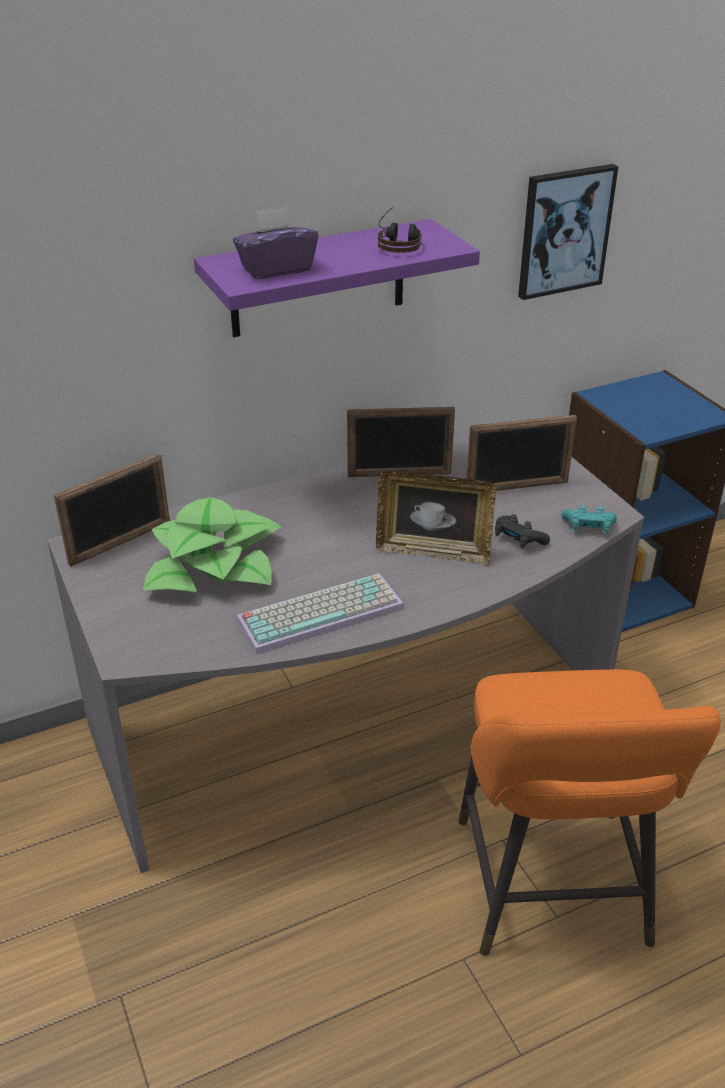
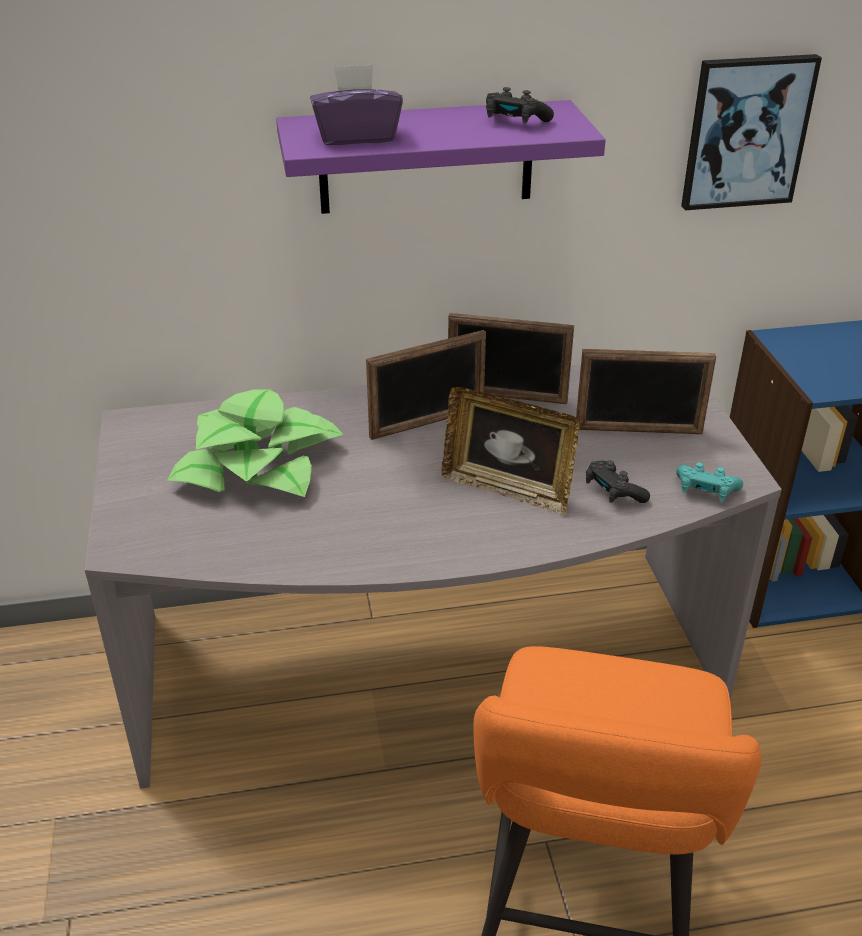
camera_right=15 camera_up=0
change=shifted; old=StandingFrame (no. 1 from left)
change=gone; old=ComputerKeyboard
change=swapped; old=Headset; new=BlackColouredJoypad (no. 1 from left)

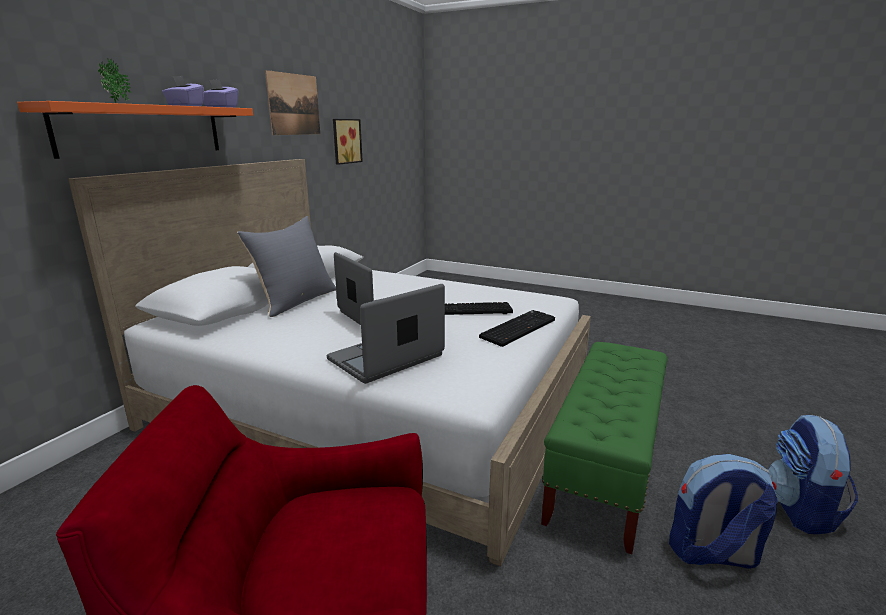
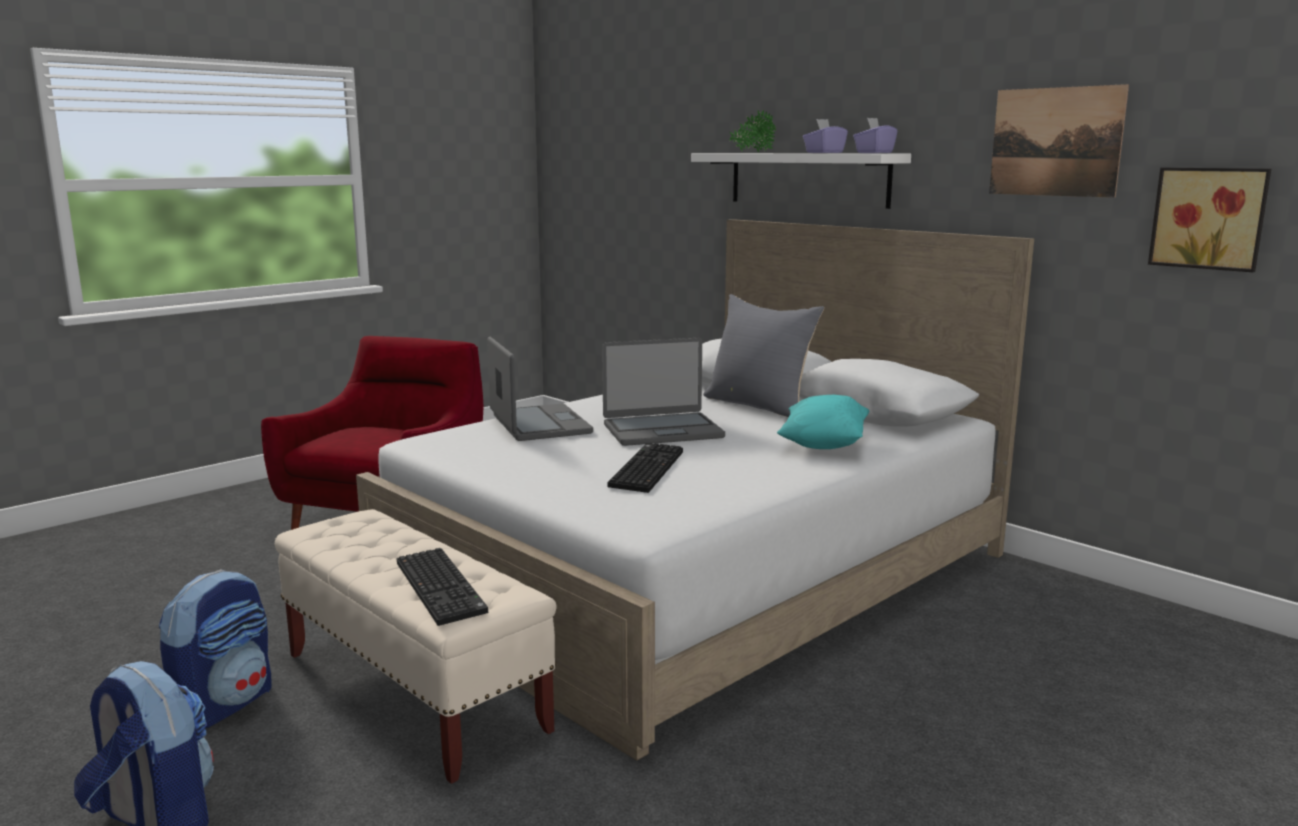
camera_right=110 camera_up=-5
change=repainted; old=OrangeColouredWallShelf; new=WhiteWallShelf
change=shifted; old=ComputerKeyboard (no. 2 from left in the first image); new=ComputerKeyboard (no. 1 from left)
change=repainted; old=GreenishIndoorBench; new=SandColouredIndoorBench
change=new; new=TurquoiseColouredCushion

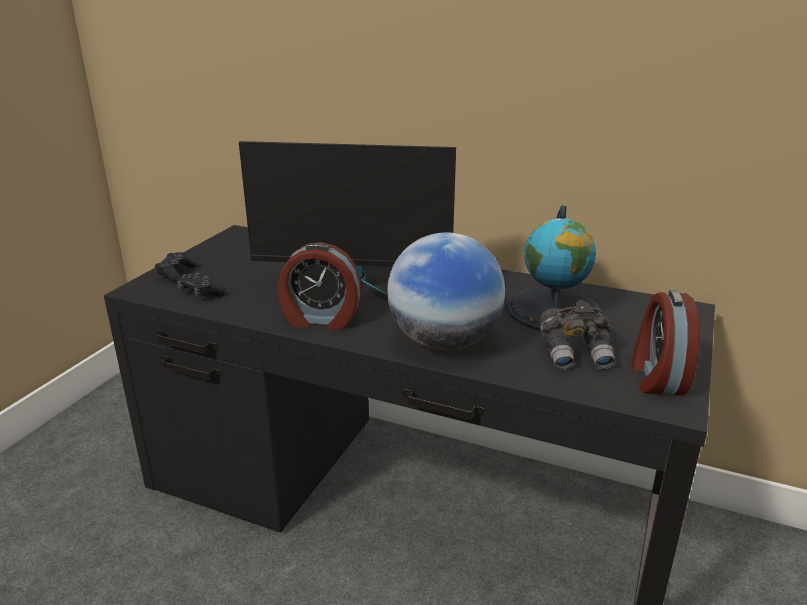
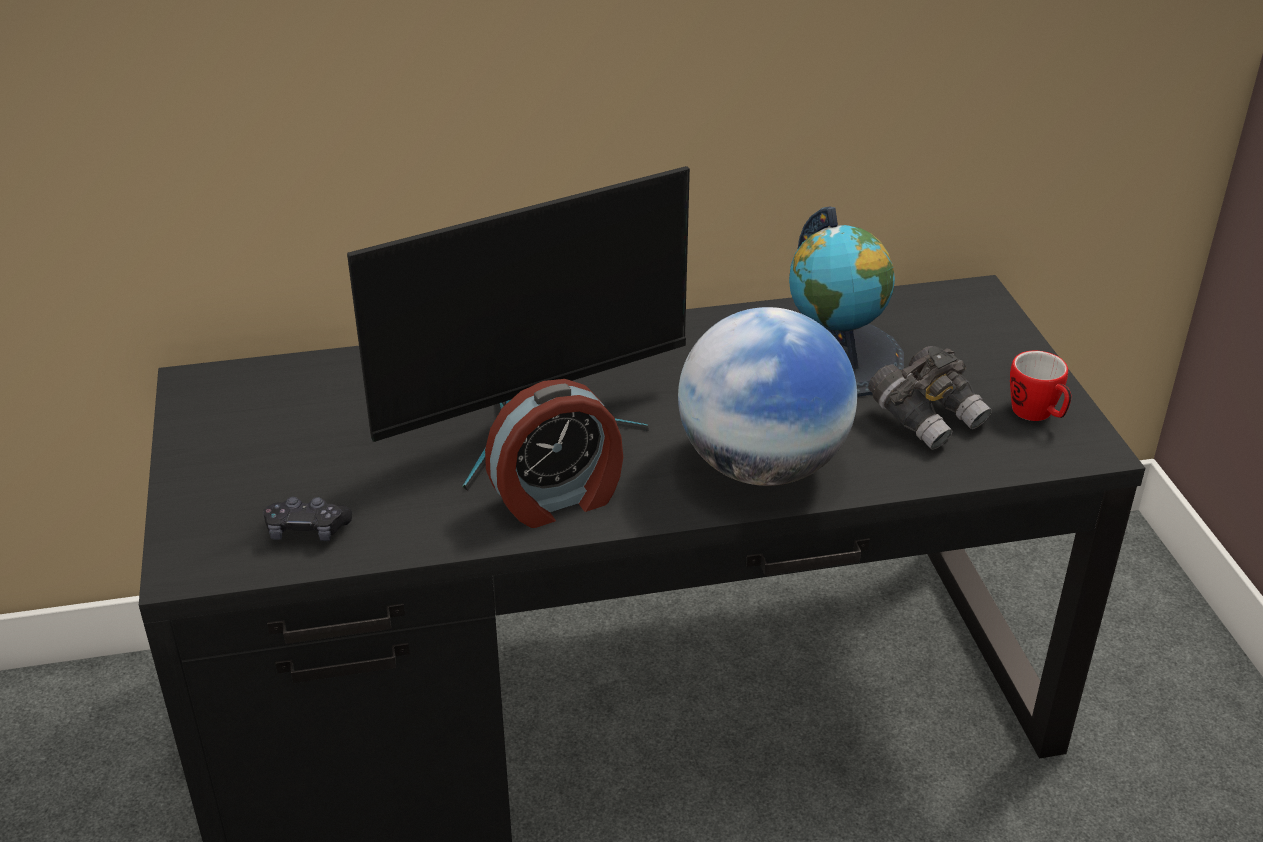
camera_right=-35 camera_up=10
change=gone; old=BlackColouredJoypad (no. 1 from left)
change=swapped; old=AlarmClock (no. 2 from left); new=TeaMug

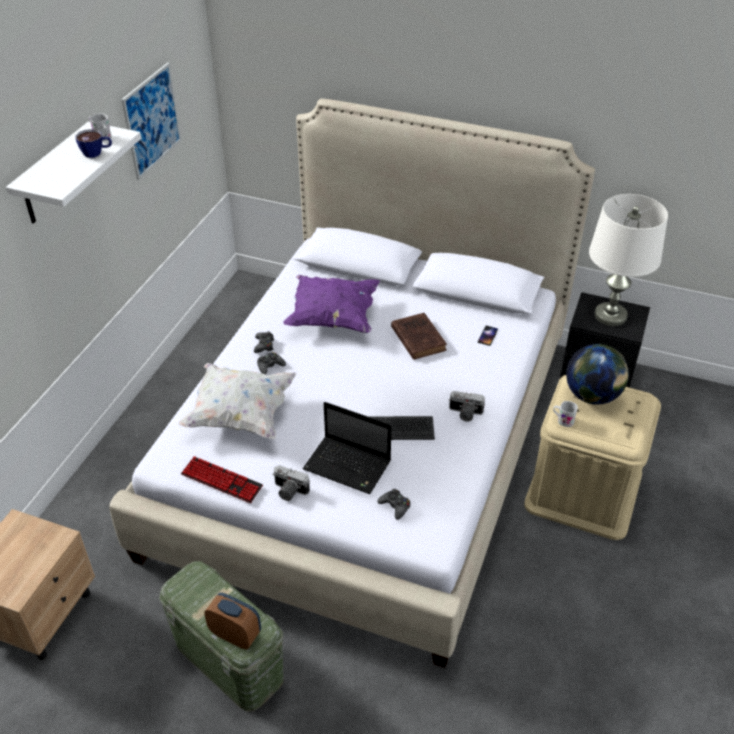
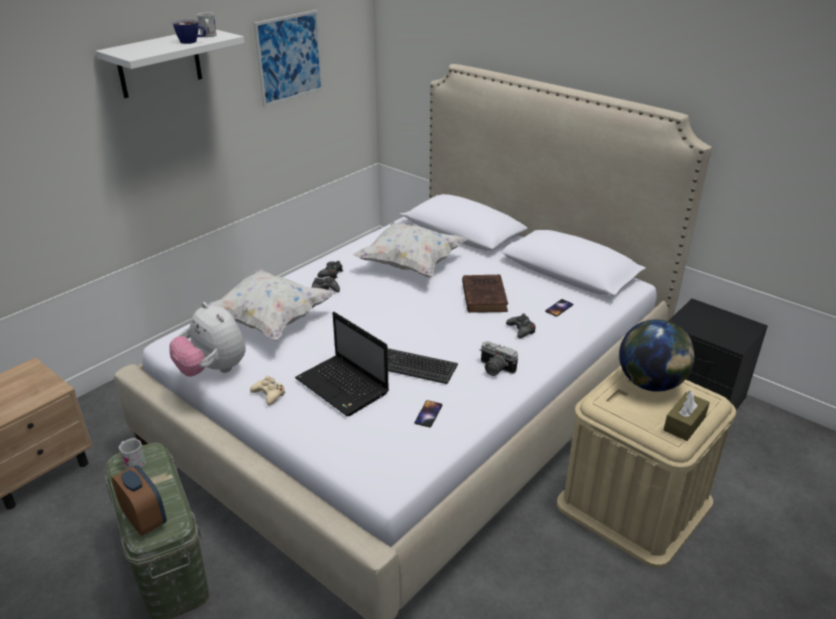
camera_right=20 camera_up=-10
change=swapped; old=ComputerKeyboard (no. 1 from left); new=CuddlyToy
change=swapped; old=PhotoCamera (no. 1 from left); new=SandColouredJoypad
change=repainted; old=PurpleCushion; new=WhiteCushion (no. 2 from left)
change=shifted; old=BlackColouredJoypad (no. 3 from left)
change=shifted; old=WhiteTeaMug (no. 2 from left in the first image); new=WhiteTeaMug (no. 1 from left)
change=gone; old=WhiteLampForATable
change=new; new=Telephone (no. 1 from left)
change=new; new=BrownishTissueHolder

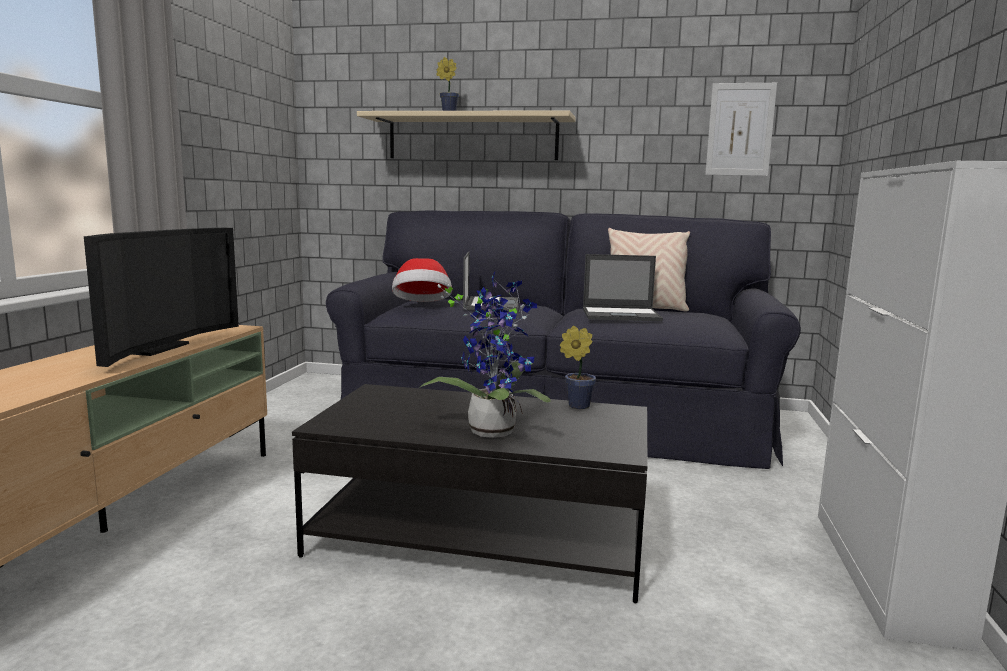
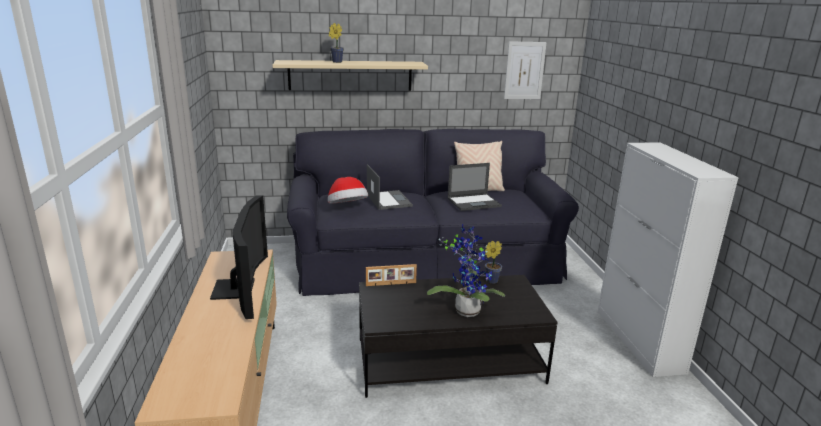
camera_right=-20 camera_up=10
change=new; new=StandingFrame

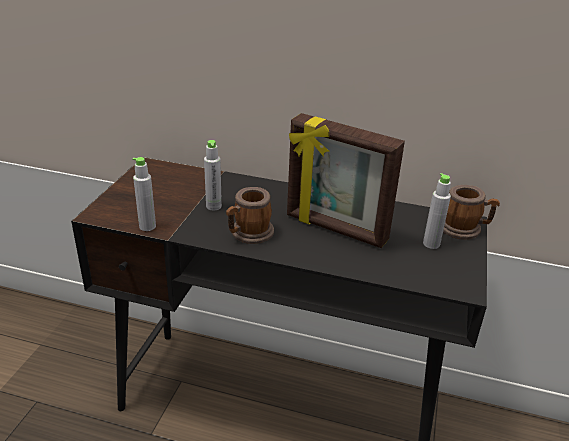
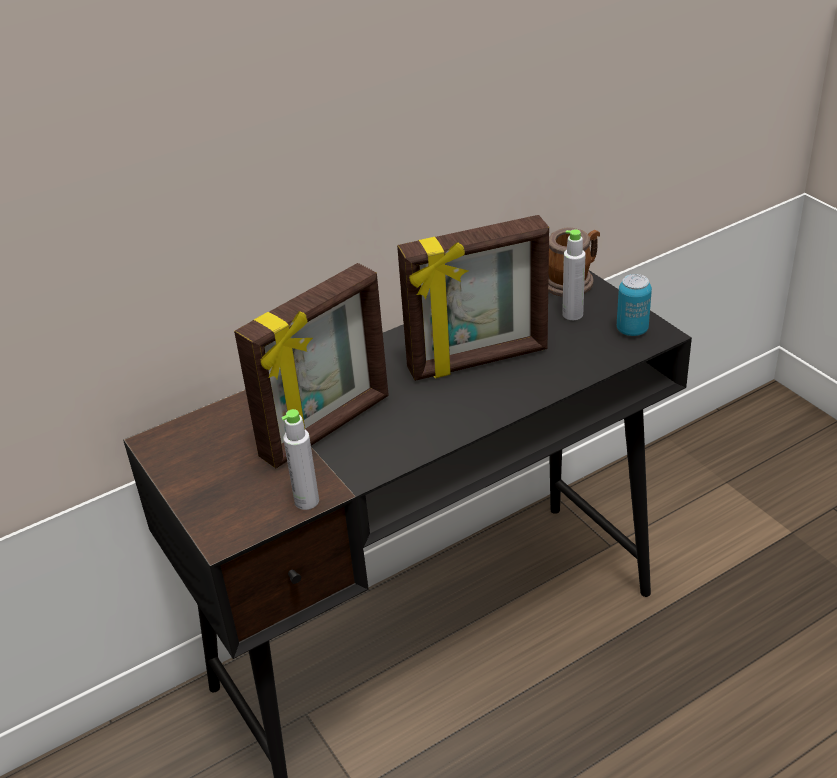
camera_right=-45 camera_up=5
change=swapped; old=GrayBeverageBottle (no. 2 from left); new=StandingFrame (no. 1 from left)
change=gone; old=TeaMug (no. 1 from left)
change=new; new=SealedCan

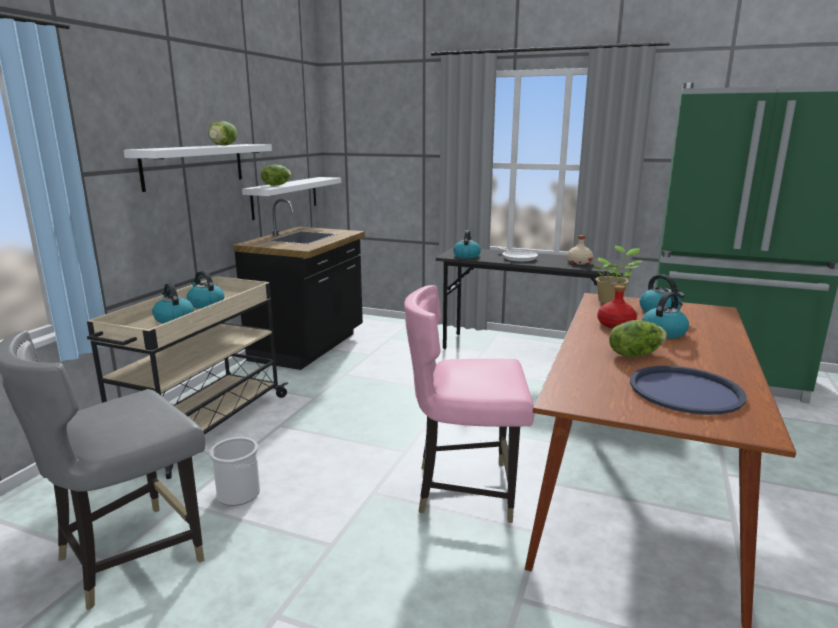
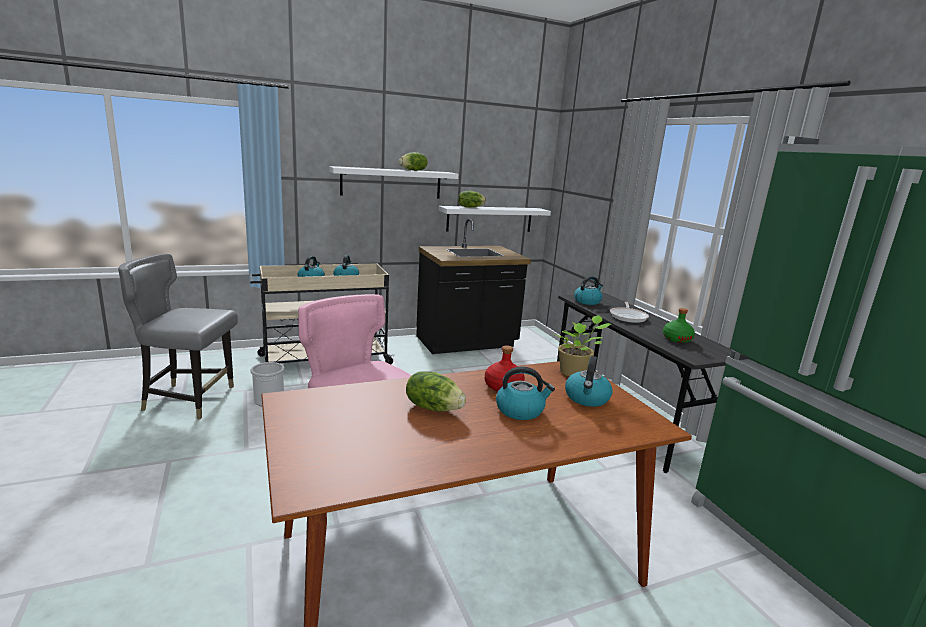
camera_right=45 camera_up=0
change=repainted; old=SandColouredBeverageBottle; new=GreenishBeverageBottle
change=gone; old=BluishCarryingTray

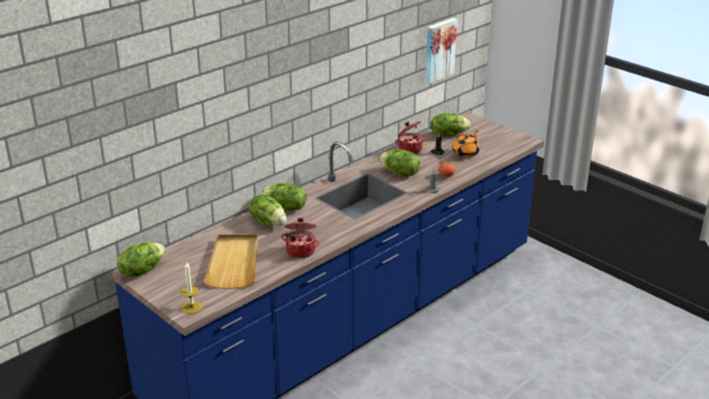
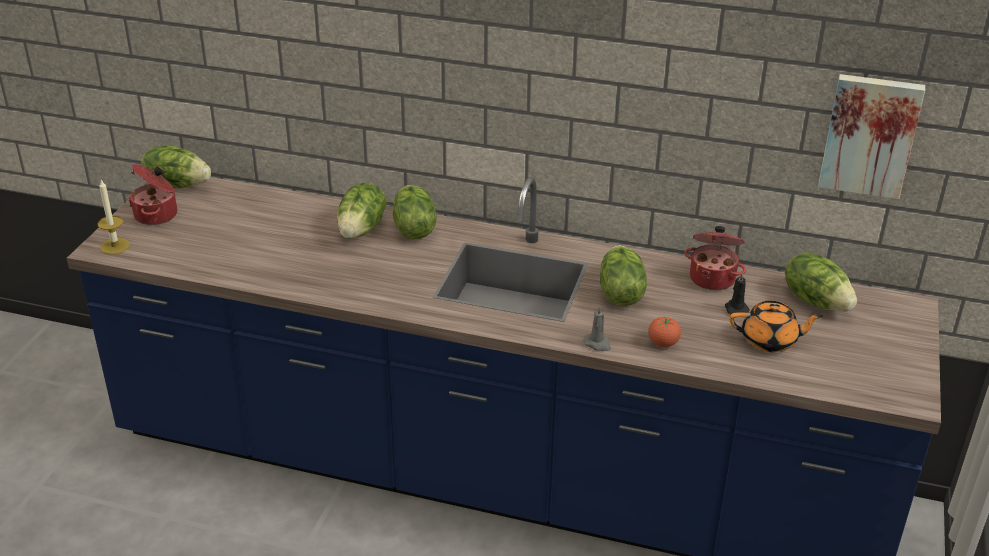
camera_right=60 camera_up=5
change=gone; old=SandColouredCarryingTray
change=shifted; old=CookingPot (no. 1 from left)

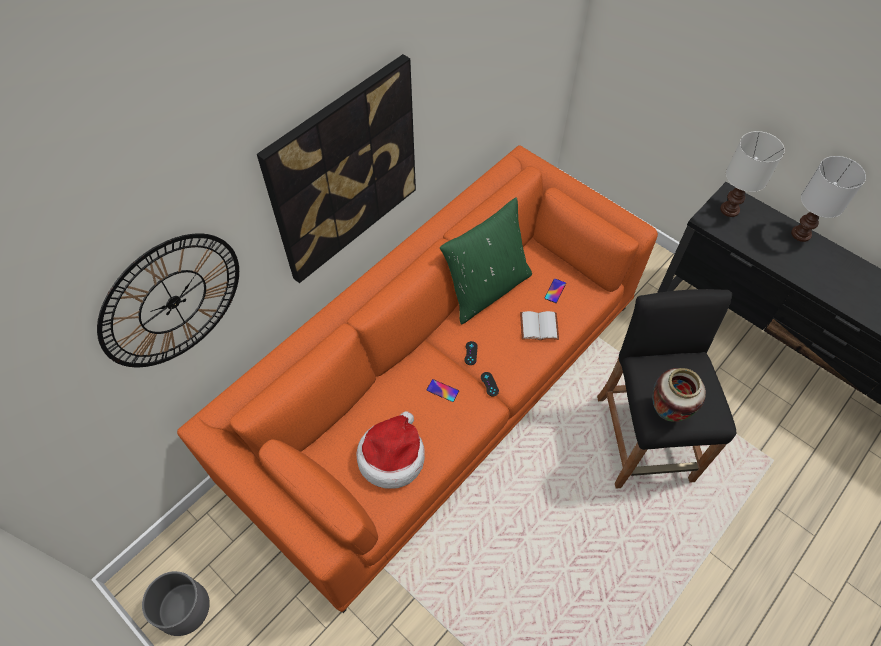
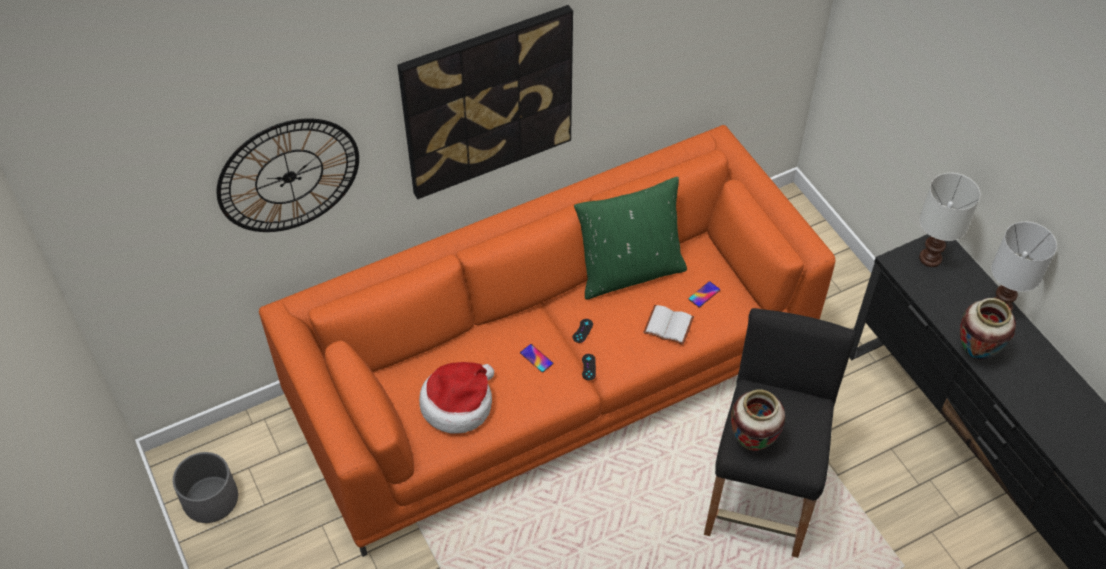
camera_right=20 camera_up=-5
change=new; new=Vase (no. 2 from left)

